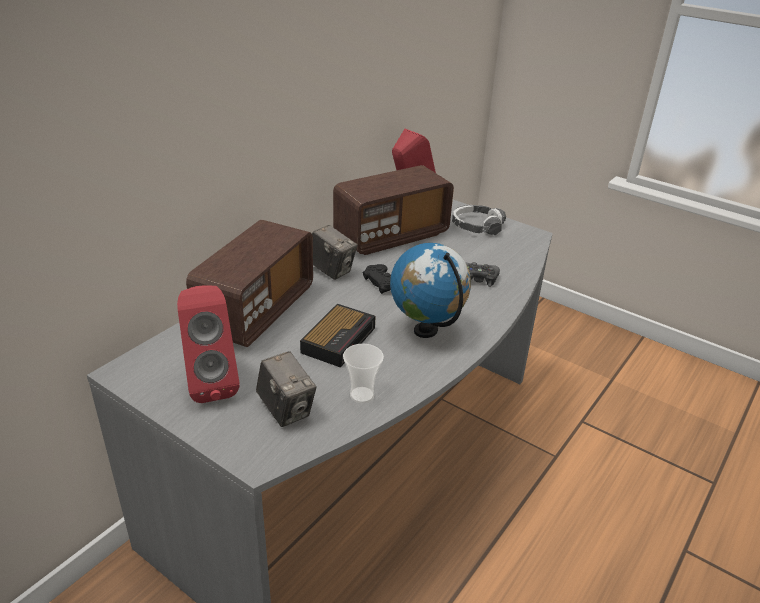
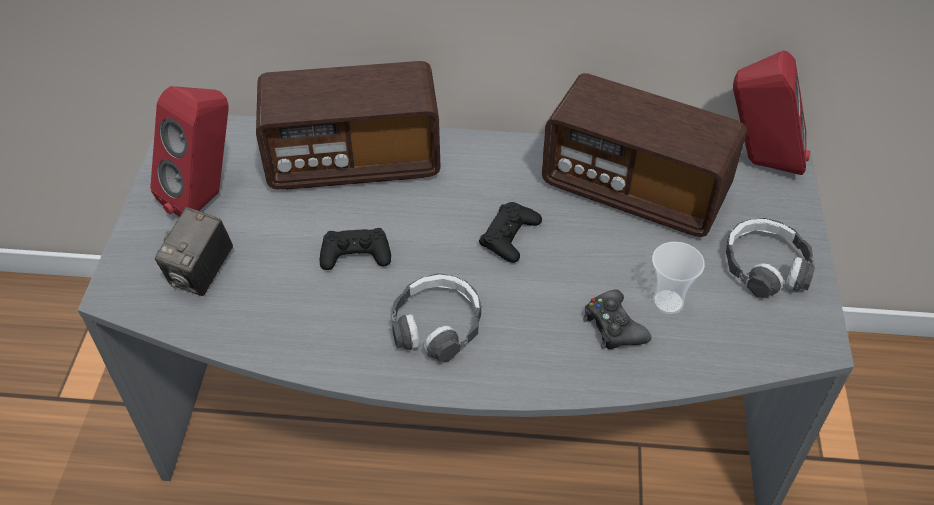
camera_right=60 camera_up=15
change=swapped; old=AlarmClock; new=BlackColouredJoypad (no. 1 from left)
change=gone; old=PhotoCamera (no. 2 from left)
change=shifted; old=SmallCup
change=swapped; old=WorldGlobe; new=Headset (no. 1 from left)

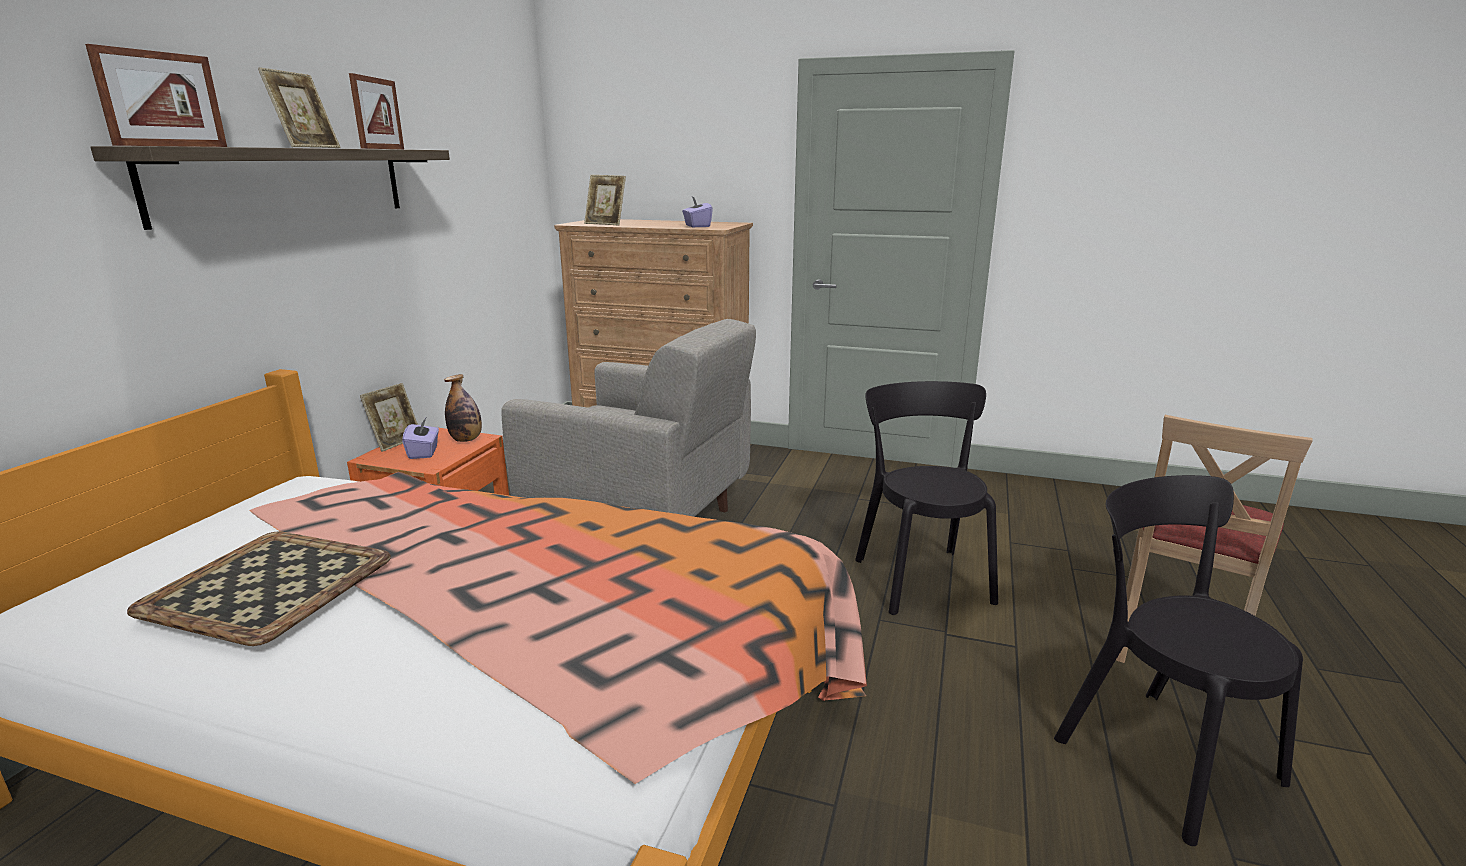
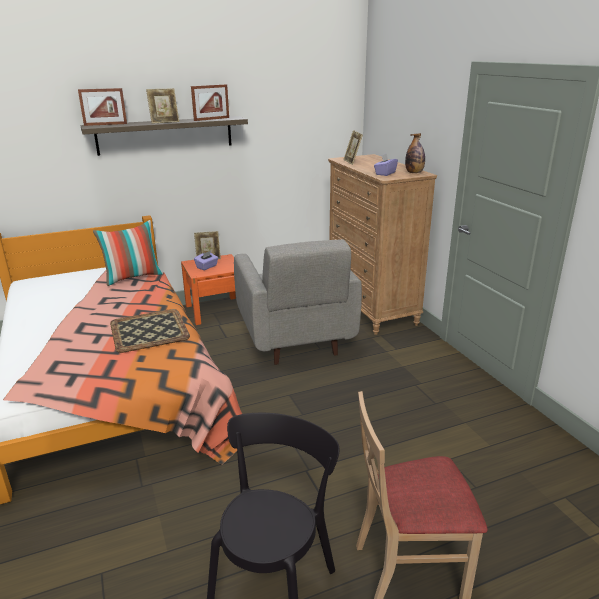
camera_right=50 camera_up=5
change=shifted; old=CarryingTray
change=shifted; old=BeverageBottle
change=gone; old=BlackColouredUprightChair (no. 1 from left)
change=new; new=Cushion

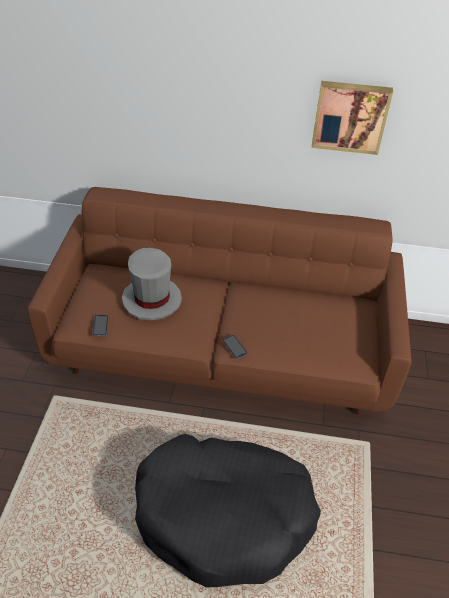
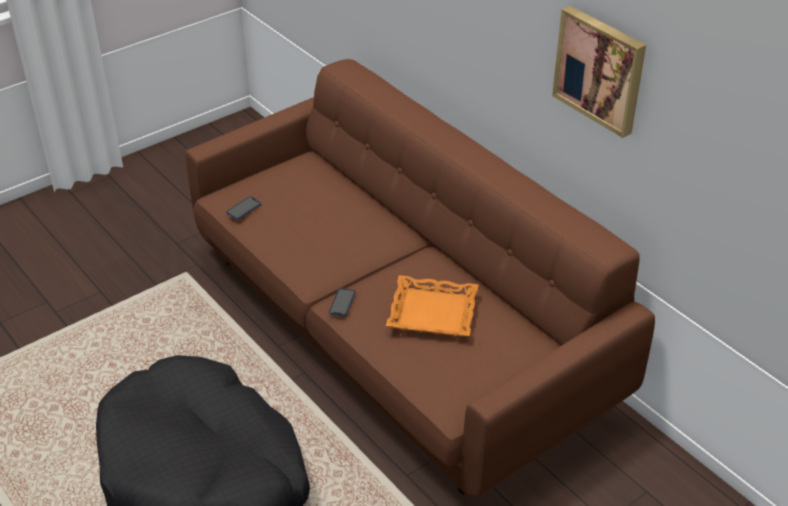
camera_right=45 camera_up=-5
change=gone; old=GrayWearableHat
change=new; new=OrangeColouredCarryingTray

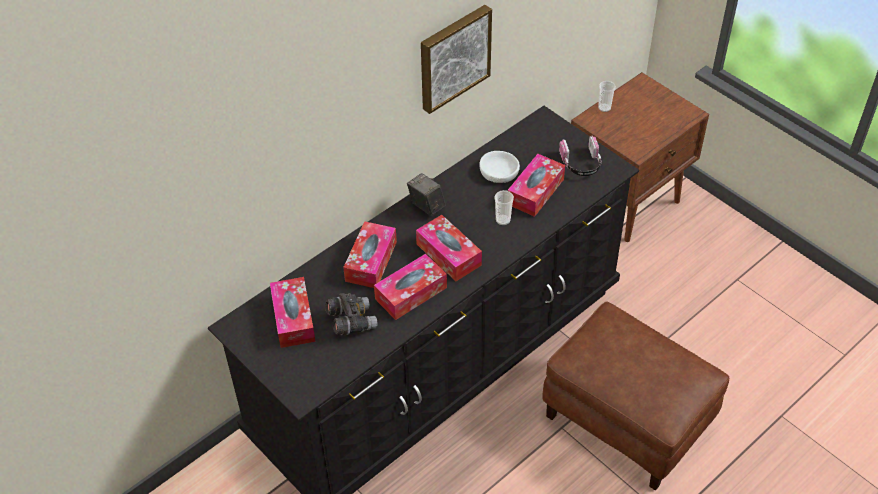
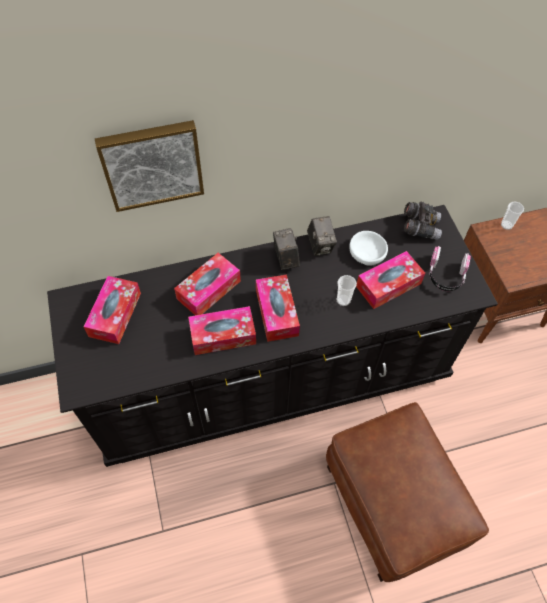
camera_right=25 camera_up=10
change=shifted; old=GrayFieldGlasses
change=shifted; old=WallPicture
change=new; new=PhotoCamera (no. 2 from left)

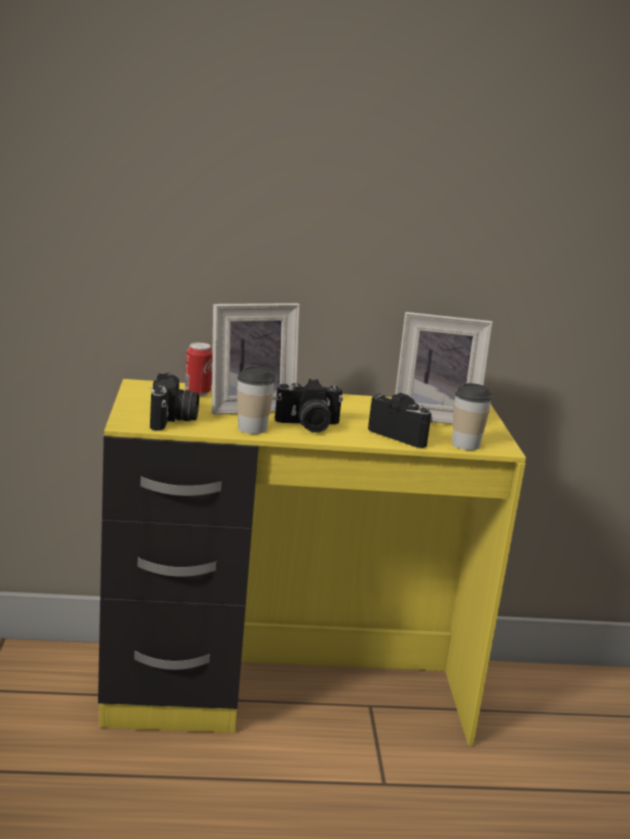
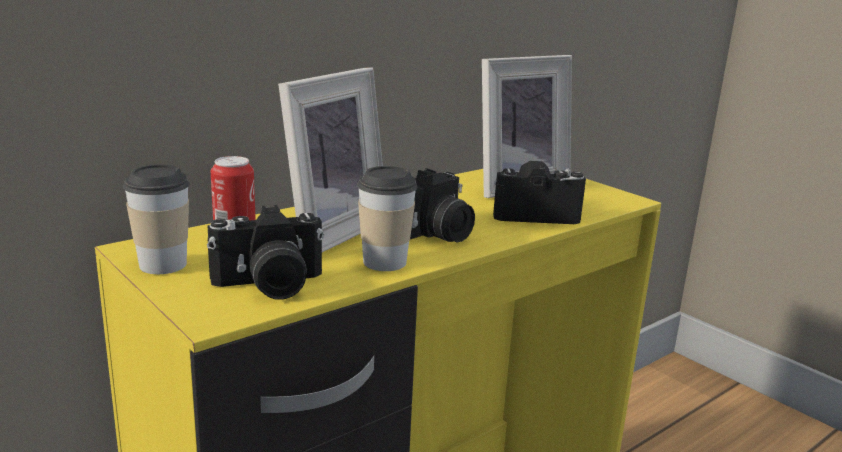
camera_right=-35 camera_up=0
change=rotated; old=PhotoCamera (no. 1 from left); degrees=105
change=shifted; old=SmallCup (no. 2 from left in the first image); new=SmallCup (no. 1 from left)

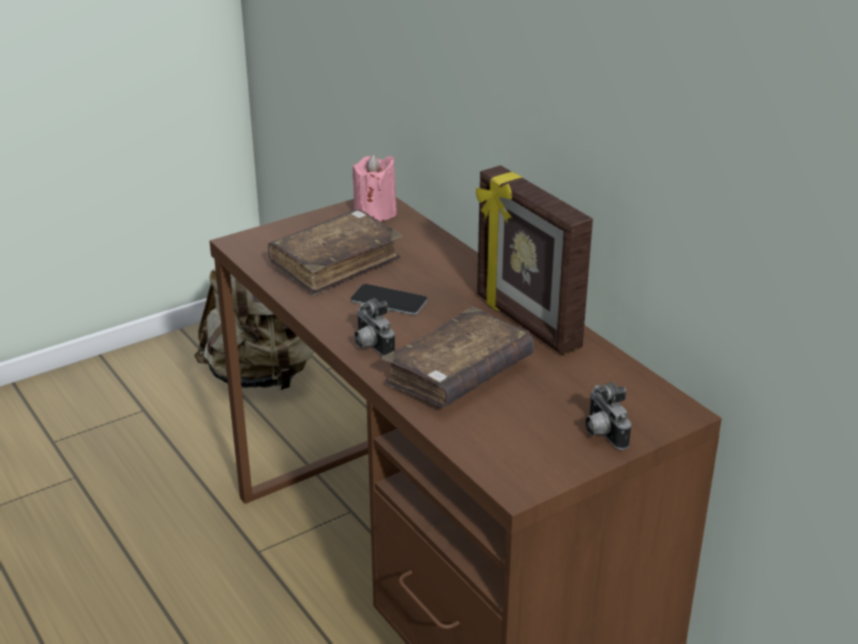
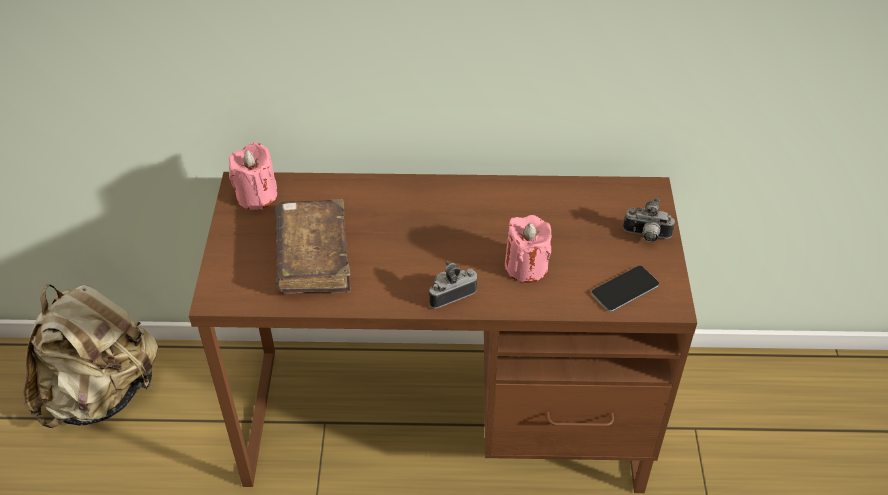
camera_right=-55 camera_up=15
change=shifted; old=Telephone
change=rotated; old=PhotoCamera (no. 1 from left); degrees=150
change=swapped; old=BrownishBook (no. 2 from left); new=PinkishWaxCandle (no. 2 from left)
change=gone; old=StandingFrame

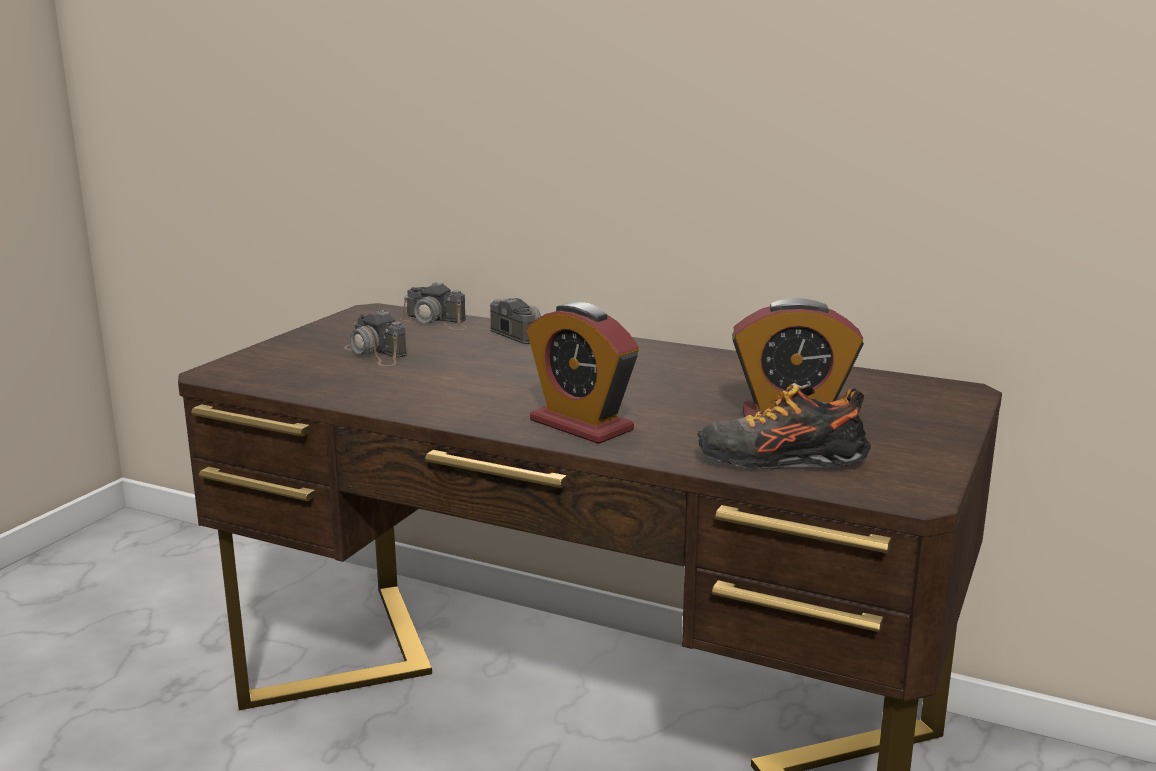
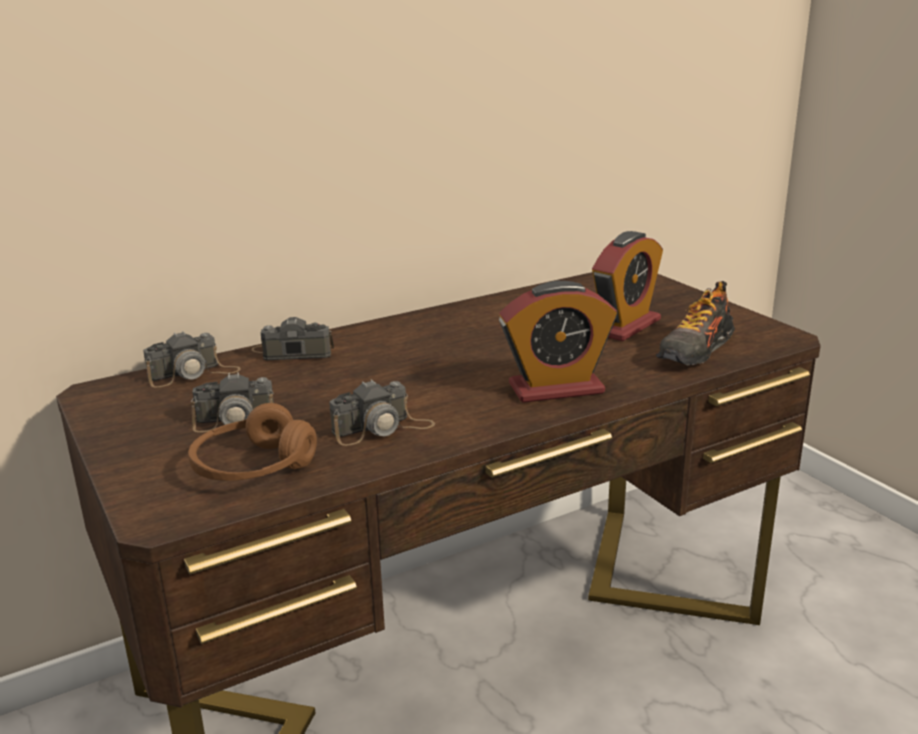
camera_right=-55 camera_up=5
change=new; new=BrownishHeadset
change=new; new=PhotoCamera (no. 4 from left)

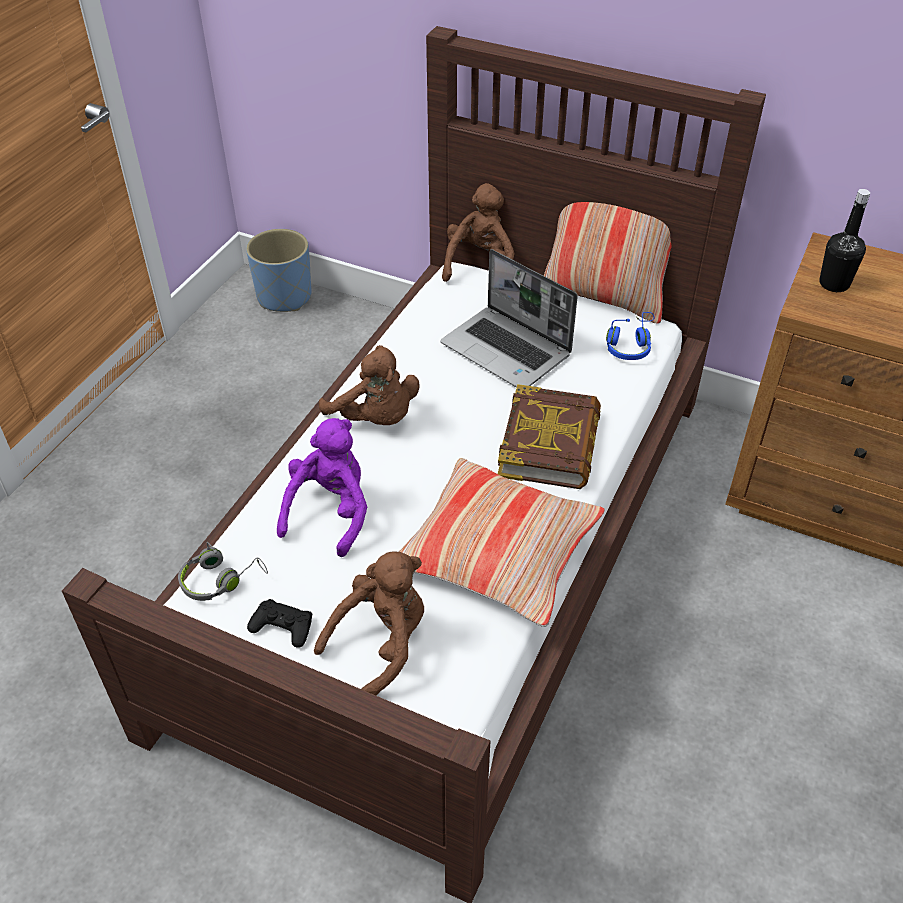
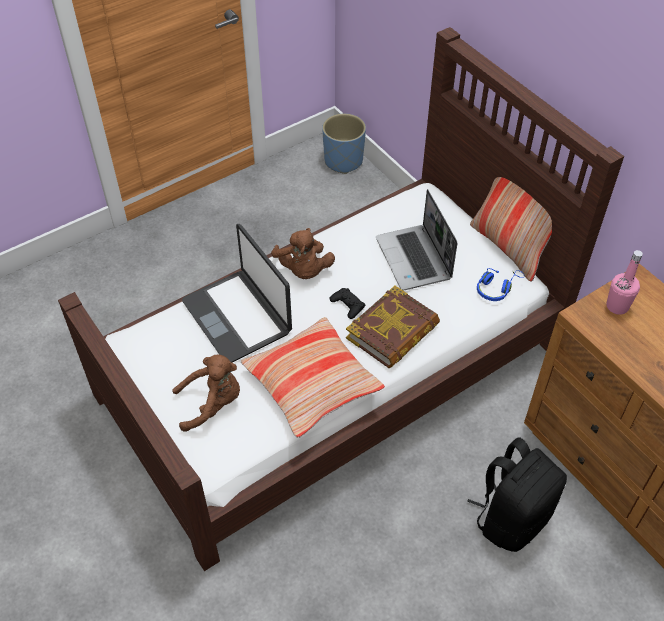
camera_right=30 camera_up=5
change=gone; old=GrayHeadset
change=shifted; old=BlackColouredJoypad
change=swapped; old=PurpleCuddlyToy; new=Laptop (no. 1 from left)
change=gone; old=BrownishCuddlyToy (no. 3 from left)
change=repainted; old=BlackColouredBeverageBottle; new=PinkishBeverageBottle
change=new; new=BlackColouredRucksack

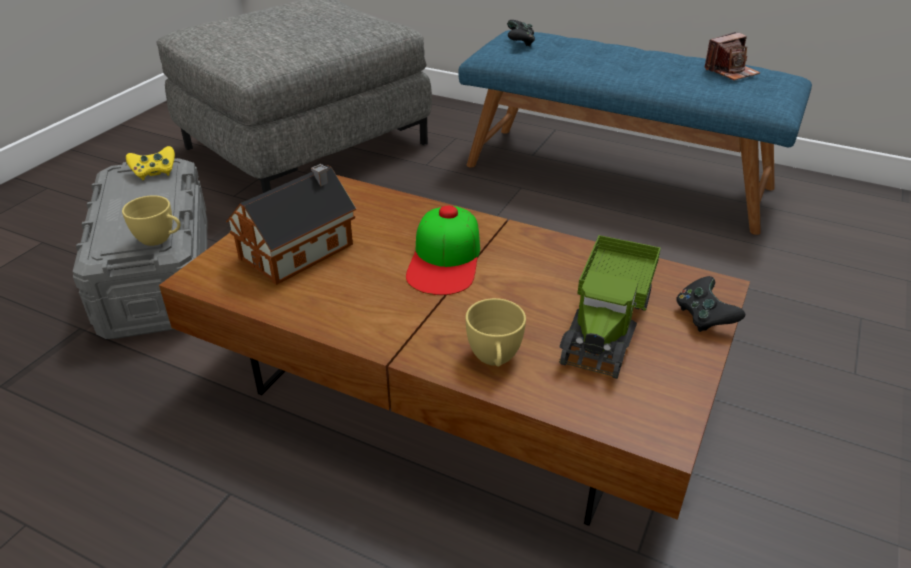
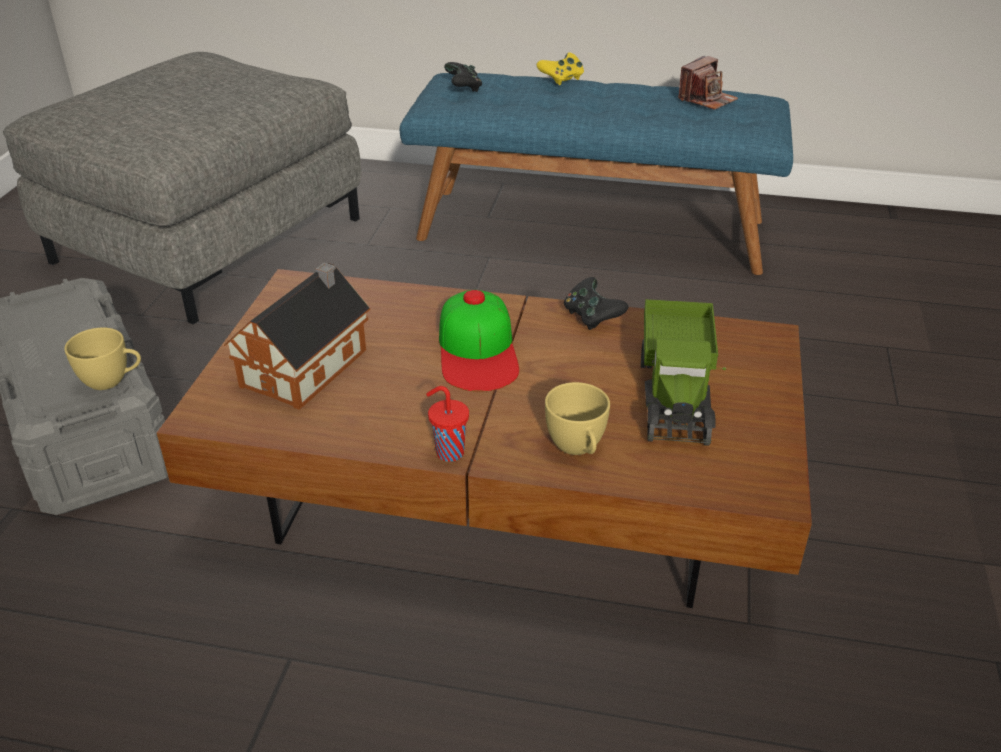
camera_right=-15 camera_up=0
change=shifted; old=YellowColouredJoypad
change=shifted; old=BlackColouredJoypad (no. 2 from left)
change=new; new=RedSmallCup

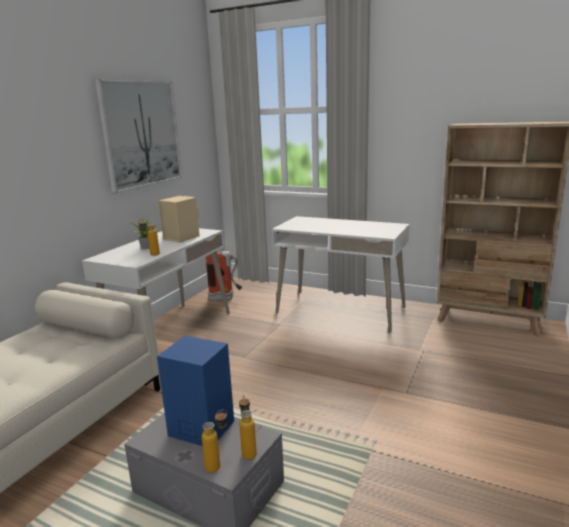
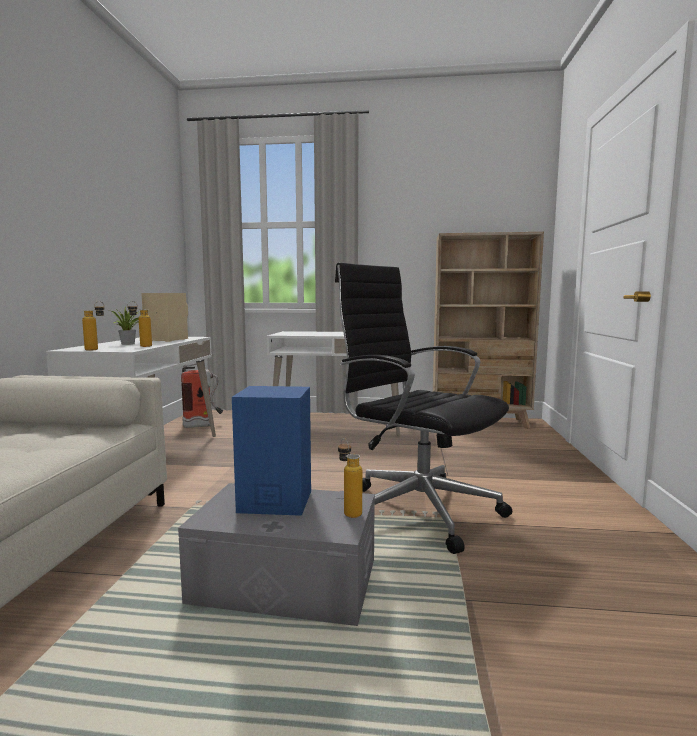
camera_right=-20 camera_up=-10
change=gone; old=WallPicture
change=shifted; old=BeverageBottle (no. 2 from left in the first image); new=BeverageBottle (no. 1 from left)
change=new; new=BlackColouredOfficeChair

